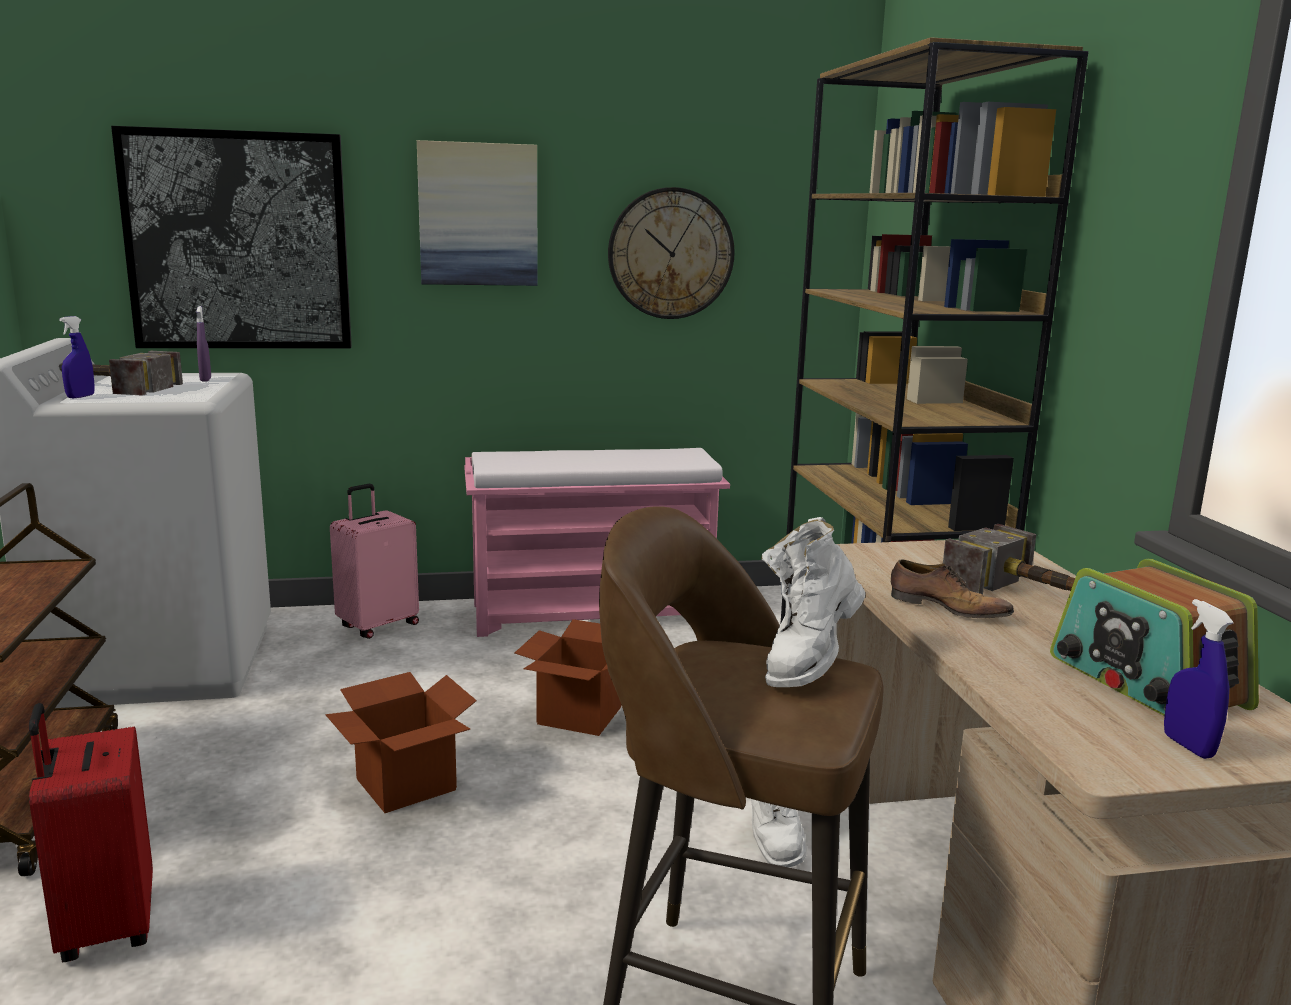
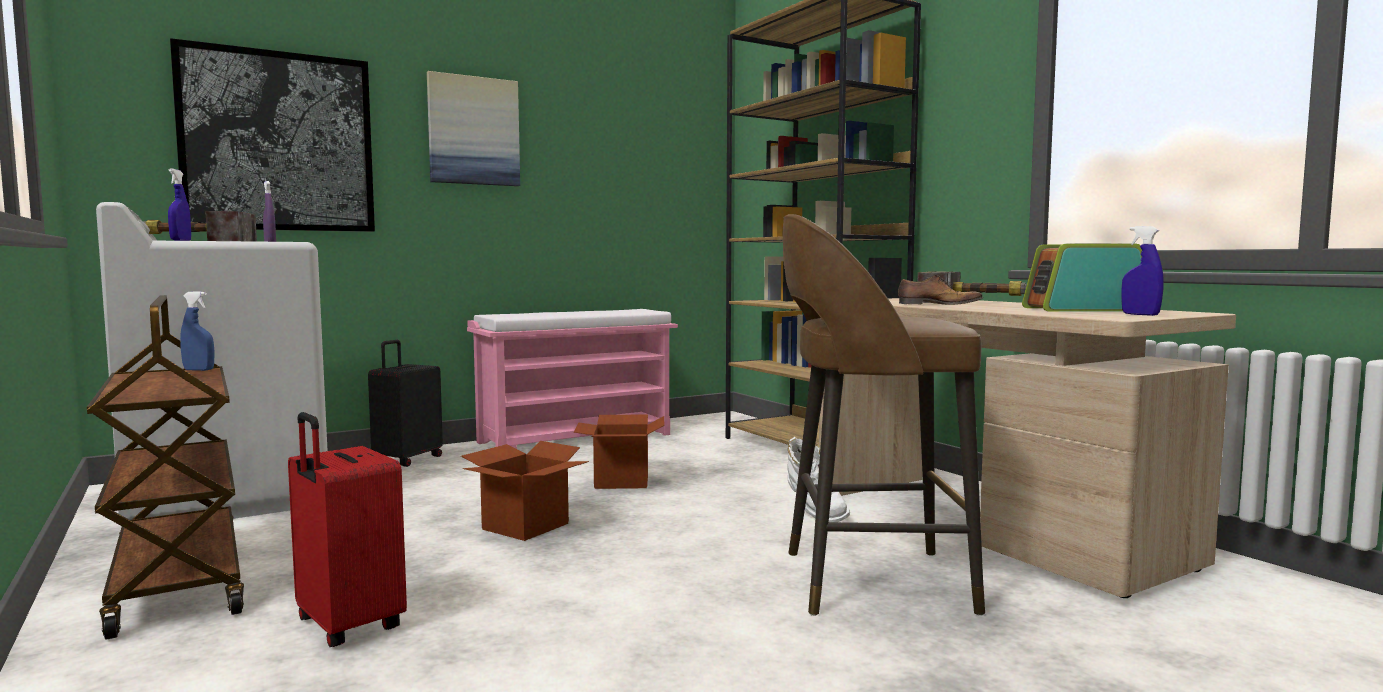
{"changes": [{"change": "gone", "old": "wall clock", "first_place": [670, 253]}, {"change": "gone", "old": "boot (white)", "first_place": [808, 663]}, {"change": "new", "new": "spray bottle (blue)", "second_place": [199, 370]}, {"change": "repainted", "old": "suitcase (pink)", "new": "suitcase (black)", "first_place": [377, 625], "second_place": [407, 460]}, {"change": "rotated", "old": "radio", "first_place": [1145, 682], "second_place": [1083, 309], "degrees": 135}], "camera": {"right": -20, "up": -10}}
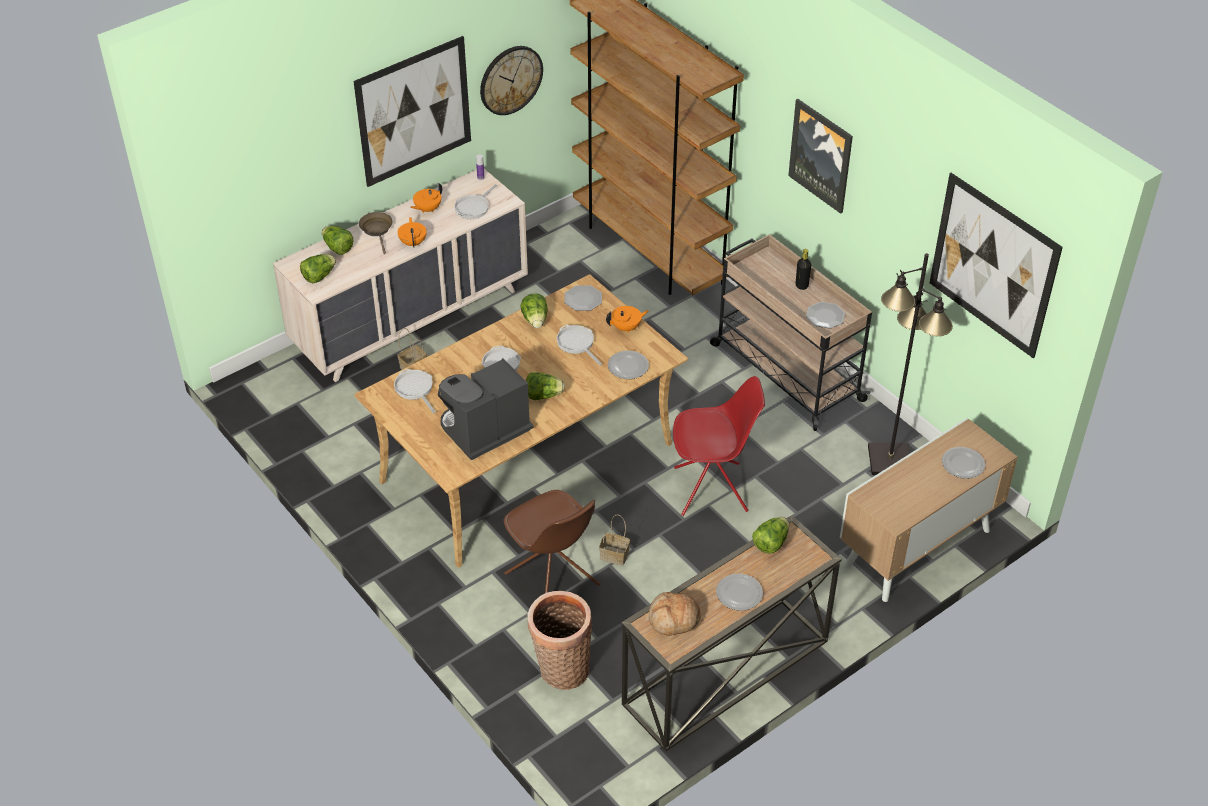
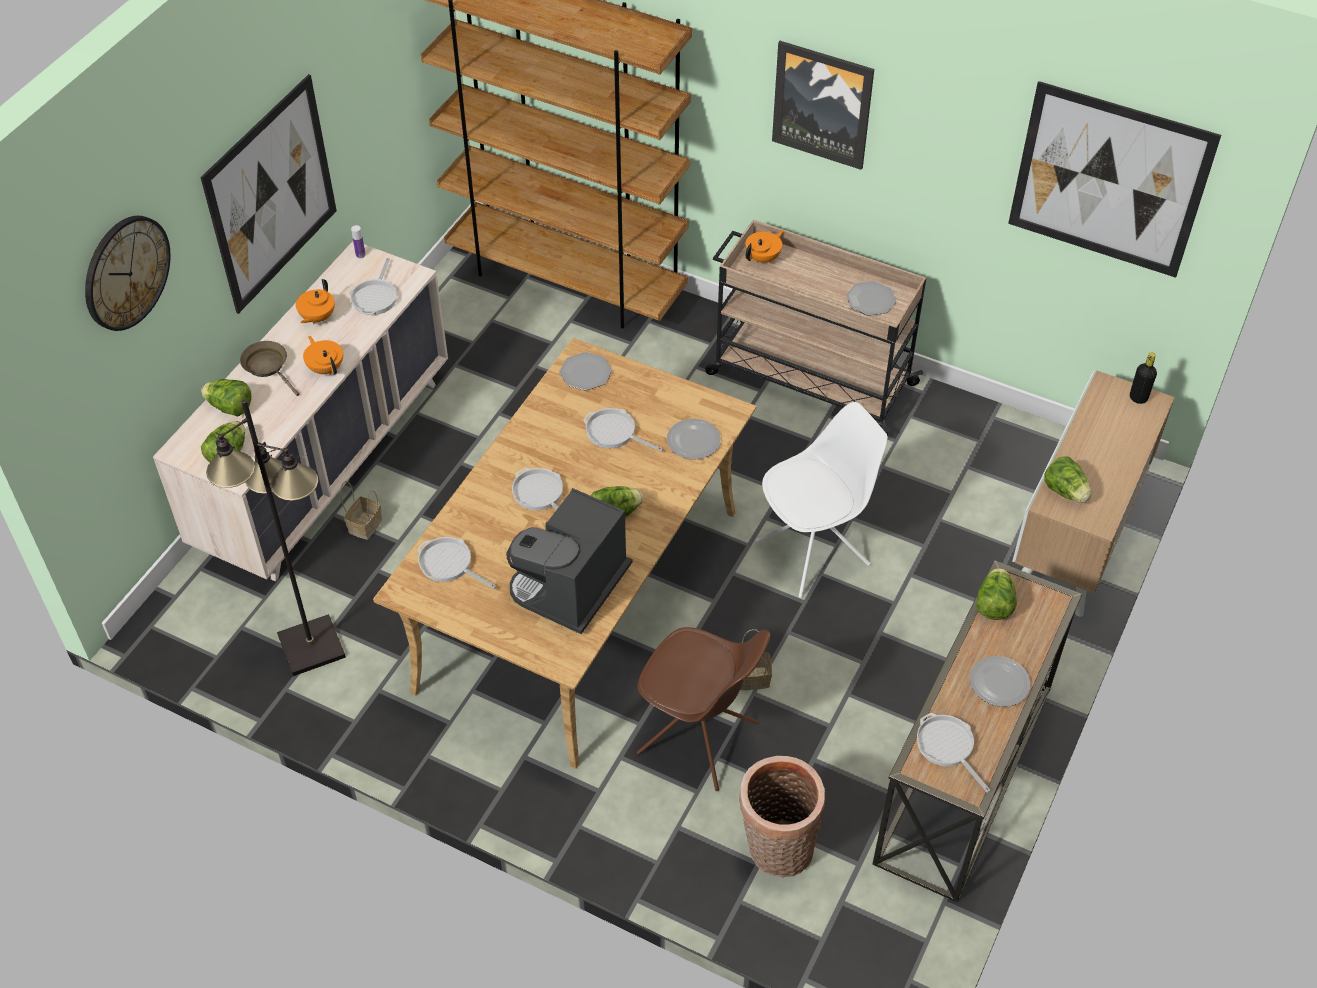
{"changes": [{"change": "gone", "old": "plate", "first_place": [963, 464]}, {"change": "shifted", "old": "wall clock", "first_place": [510, 80], "second_place": [126, 272]}, {"change": "shifted", "old": "lettuce", "first_place": [535, 320], "second_place": [1065, 491]}, {"change": "shifted", "old": "teapot (orange)", "first_place": [626, 327], "second_place": [763, 258]}, {"change": "shifted", "old": "bottle (black)", "first_place": [801, 285], "second_place": [1138, 398]}, {"change": "shifted", "old": "floor lamp (black)", "first_place": [889, 459], "second_place": [310, 646]}, {"change": "swapped", "old": "bread", "new": "frying pan", "first_place": [674, 619], "second_place": [947, 747]}, {"change": "repainted", "old": "chair (red)", "new": "chair (white)", "first_place": [712, 489], "second_place": [814, 552]}], "camera": {"right": -25, "up": 5}}
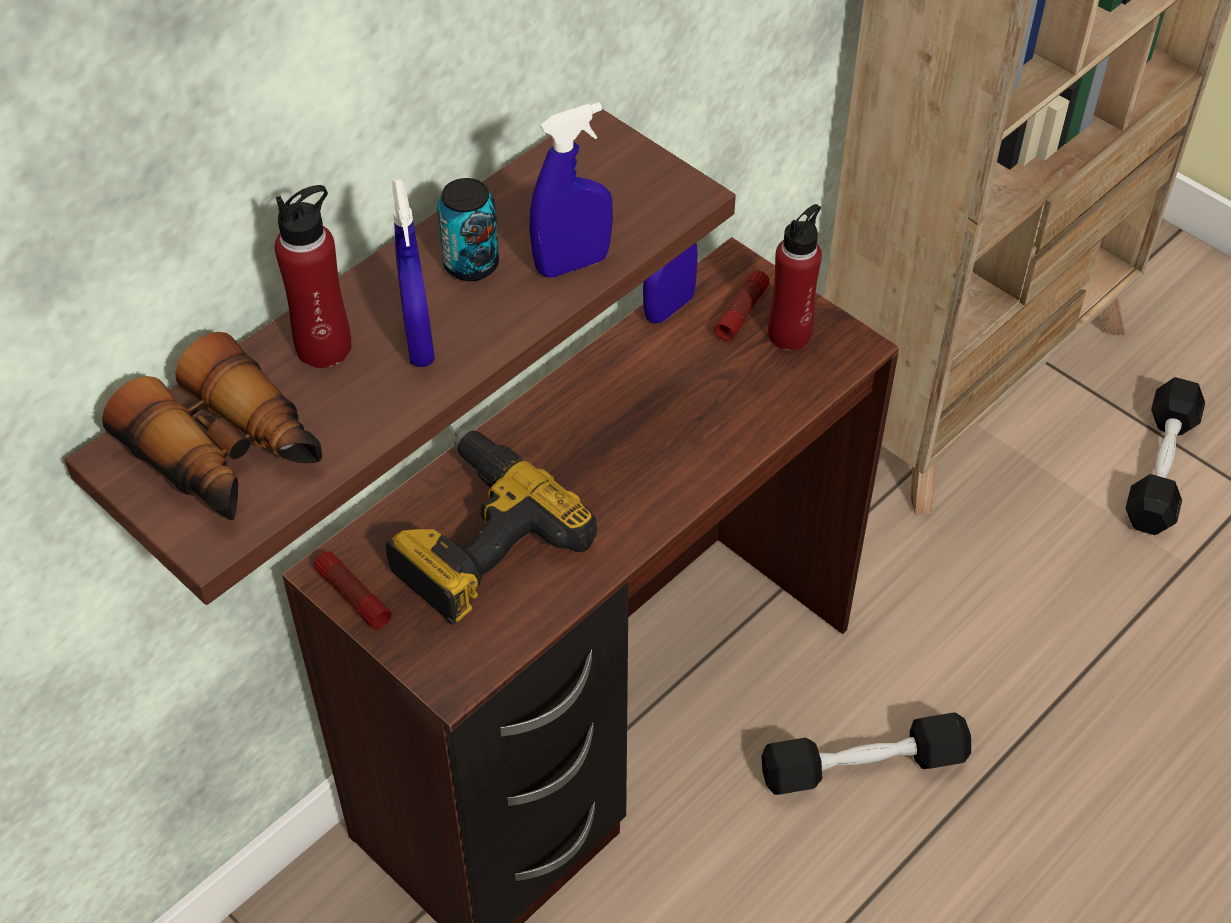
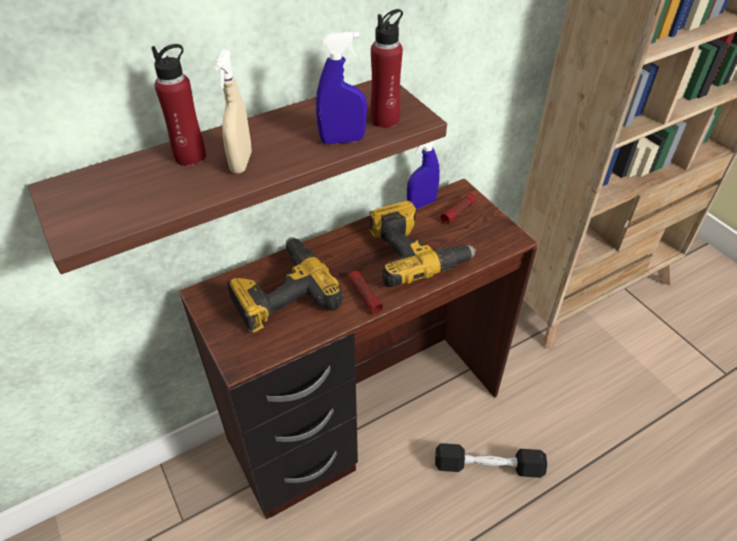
{"changes": [{"change": "gone", "old": "binoculars", "first_place": [228, 455]}, {"change": "gone", "old": "can", "first_place": [471, 264]}, {"change": "gone", "old": "dumbbell (black)", "first_place": [1160, 469]}, {"change": "new", "new": "power drill", "second_place": [415, 253]}, {"change": "shifted", "old": "flashlight", "first_place": [353, 597], "second_place": [364, 296]}, {"change": "shifted", "old": "bottle (red)", "first_place": [789, 334], "second_place": [385, 119]}, {"change": "repainted", "old": "spray bottle (blue)", "new": "spray bottle (beige)", "first_place": [419, 342], "second_place": [241, 162]}], "camera": {"right": 15, "up": -5}}
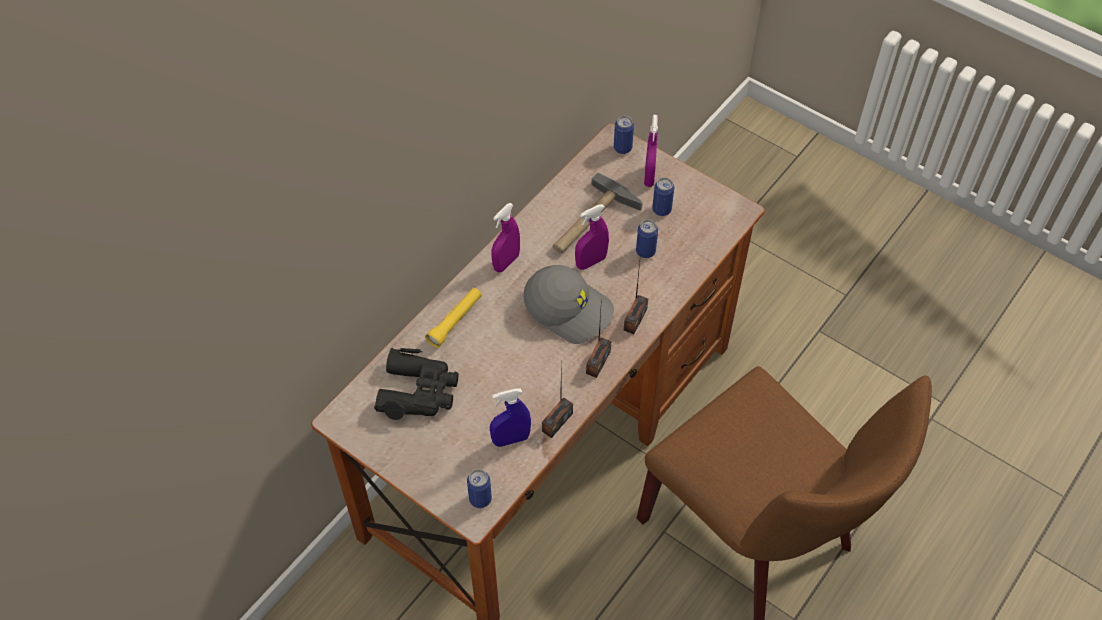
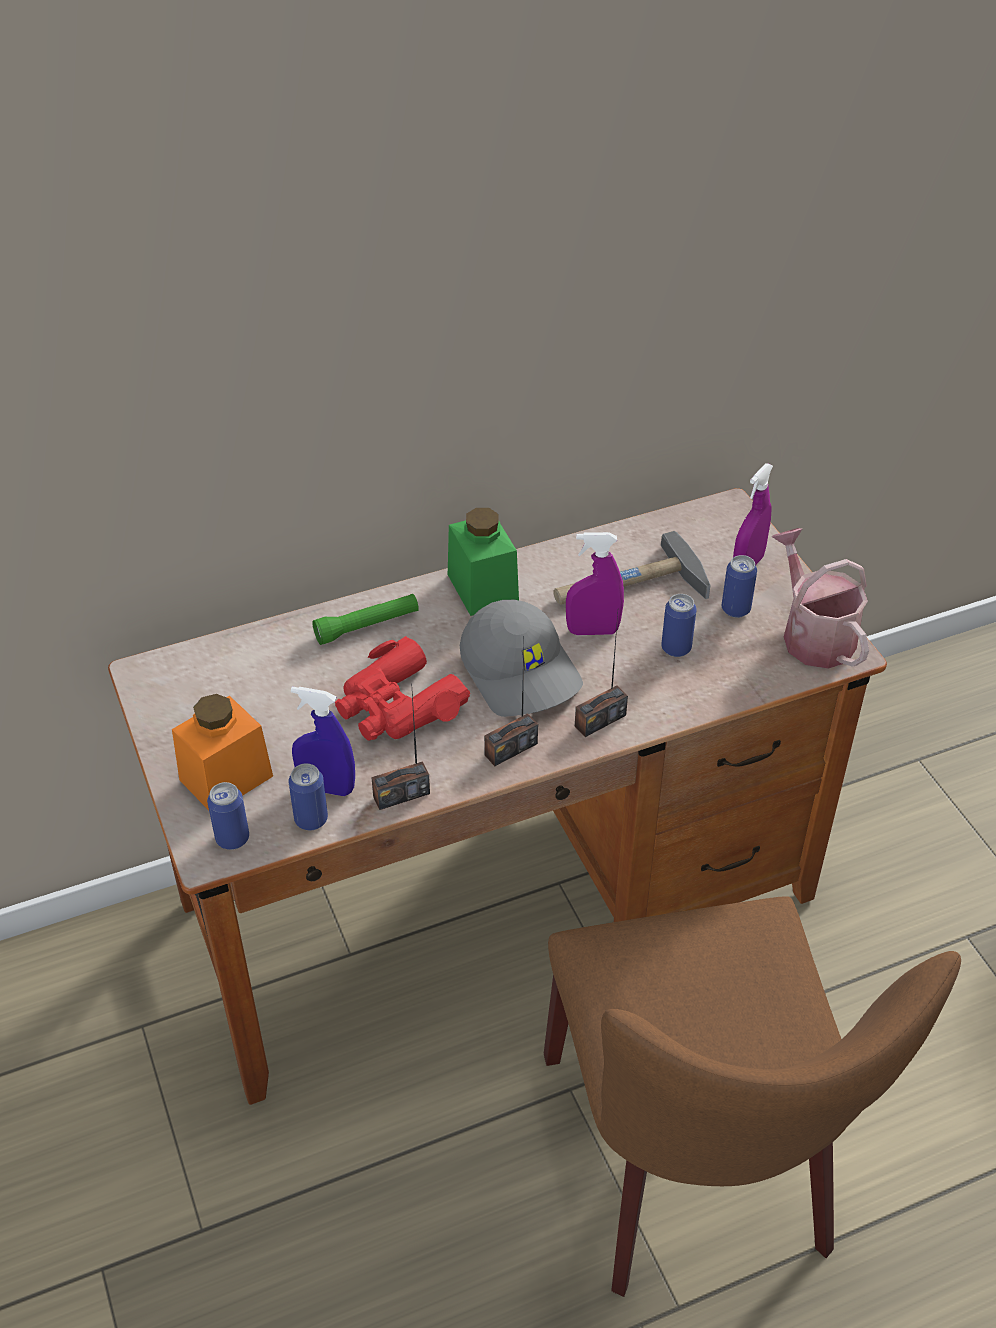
{"changes": [{"change": "gone", "old": "binoculars (black)", "first_place": [419, 391]}, {"change": "new", "new": "jar (orange)", "second_place": [226, 778]}, {"change": "new", "new": "binoculars (red)", "second_place": [397, 706]}, {"change": "new", "new": "watering can", "second_place": [813, 634]}, {"change": "shifted", "old": "can", "first_place": [622, 148], "second_place": [311, 819]}, {"change": "swapped", "old": "spray bottle (purple)", "new": "jar (green)", "first_place": [506, 262], "second_place": [482, 588]}, {"change": "repainted", "old": "flashlight (yellow)", "new": "flashlight (green)", "first_place": [455, 321], "second_place": [367, 626]}], "camera": {"right": 30, "up": -10}}
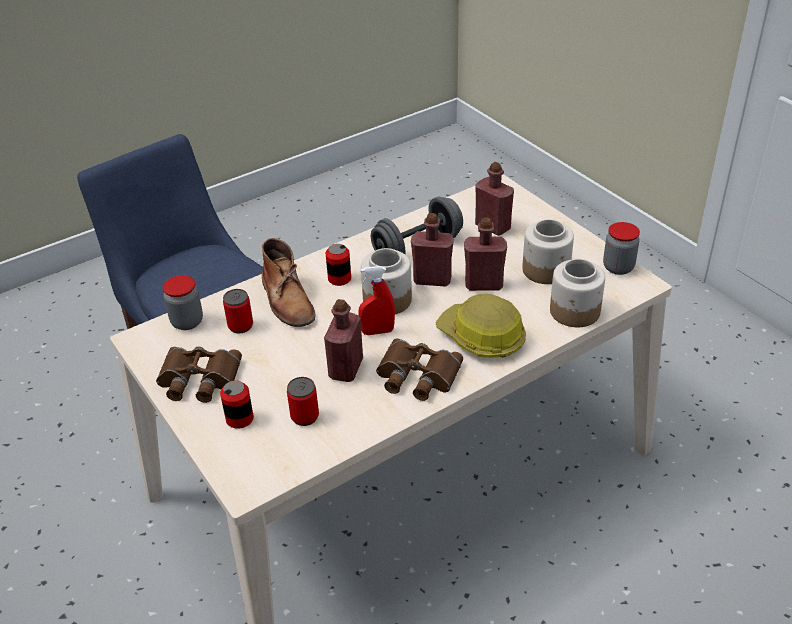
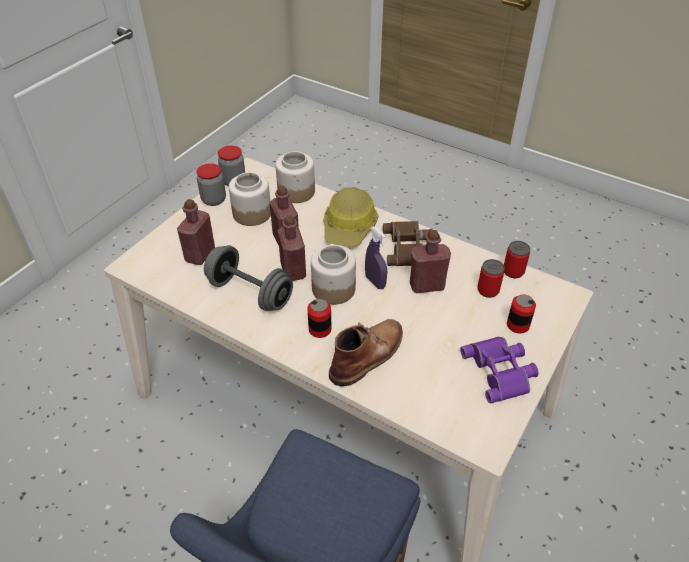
{"changes": [{"change": "shifted", "old": "jar", "first_place": [187, 322], "second_place": [214, 200]}, {"change": "shifted", "old": "can", "first_place": [240, 326], "second_place": [513, 271]}, {"change": "repainted", "old": "binoculars (brown)", "new": "binoculars (purple)", "first_place": [198, 380], "second_place": [501, 371]}, {"change": "repainted", "old": "spray bottle (red)", "new": "spray bottle (purple)", "first_place": [377, 331], "second_place": [375, 282]}], "camera": {"right": -115, "up": 5}}
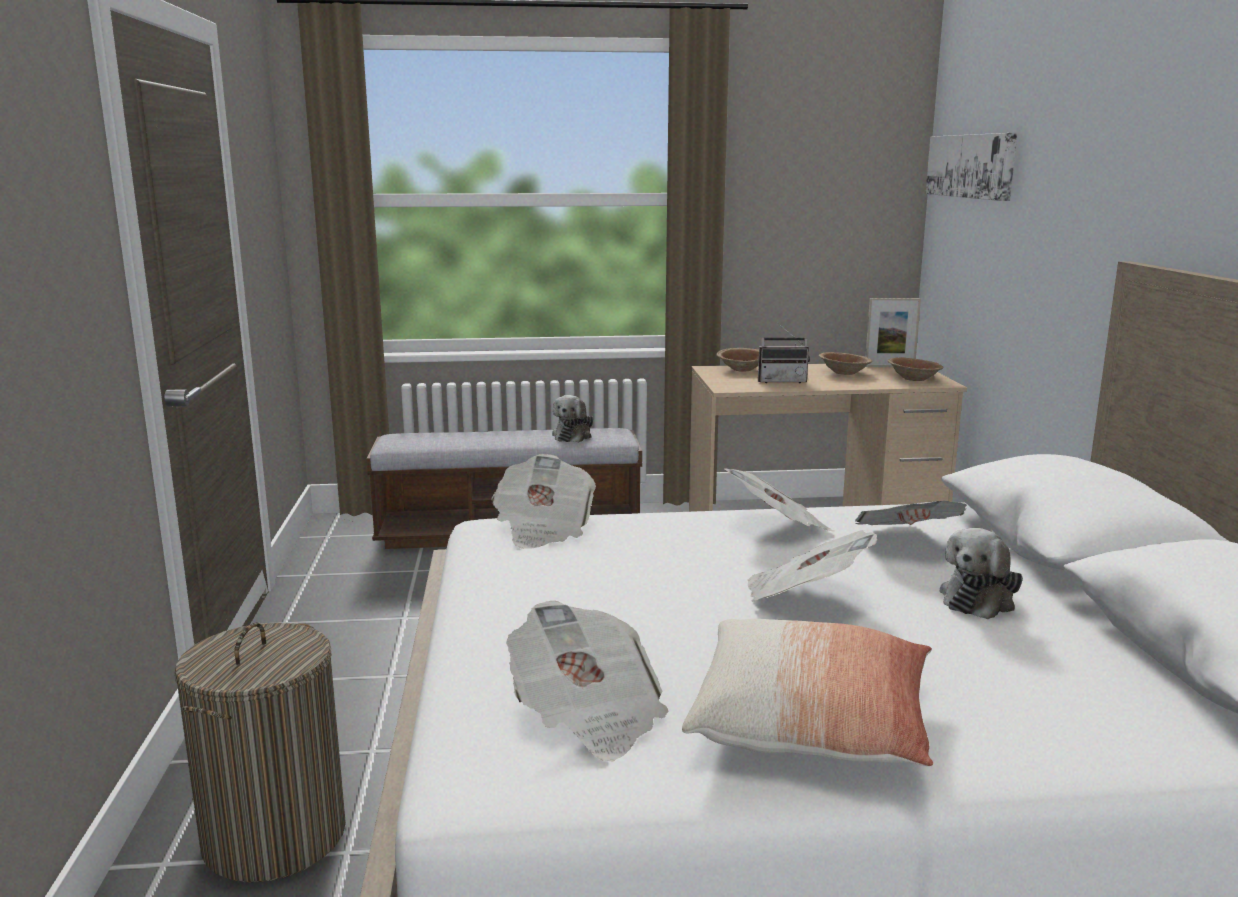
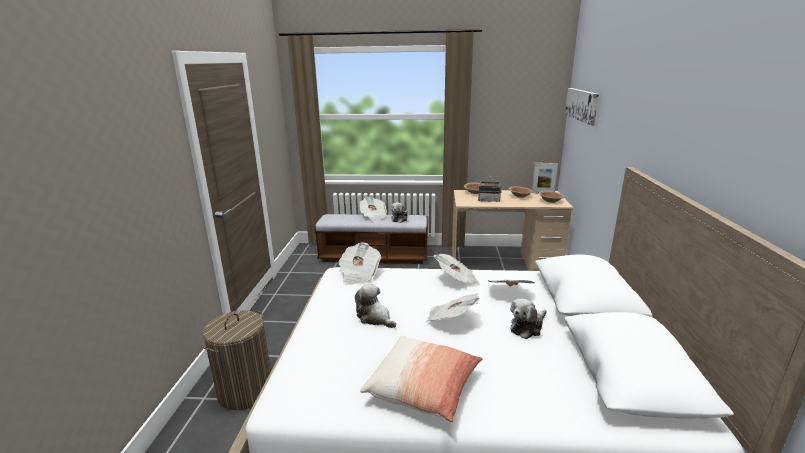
{"changes": [{"change": "new", "new": "plush toy", "second_place": [375, 318]}, {"change": "shifted", "old": "newspaper", "first_place": [587, 716], "second_place": [373, 216]}], "camera": {"right": 10, "up": 5}}
